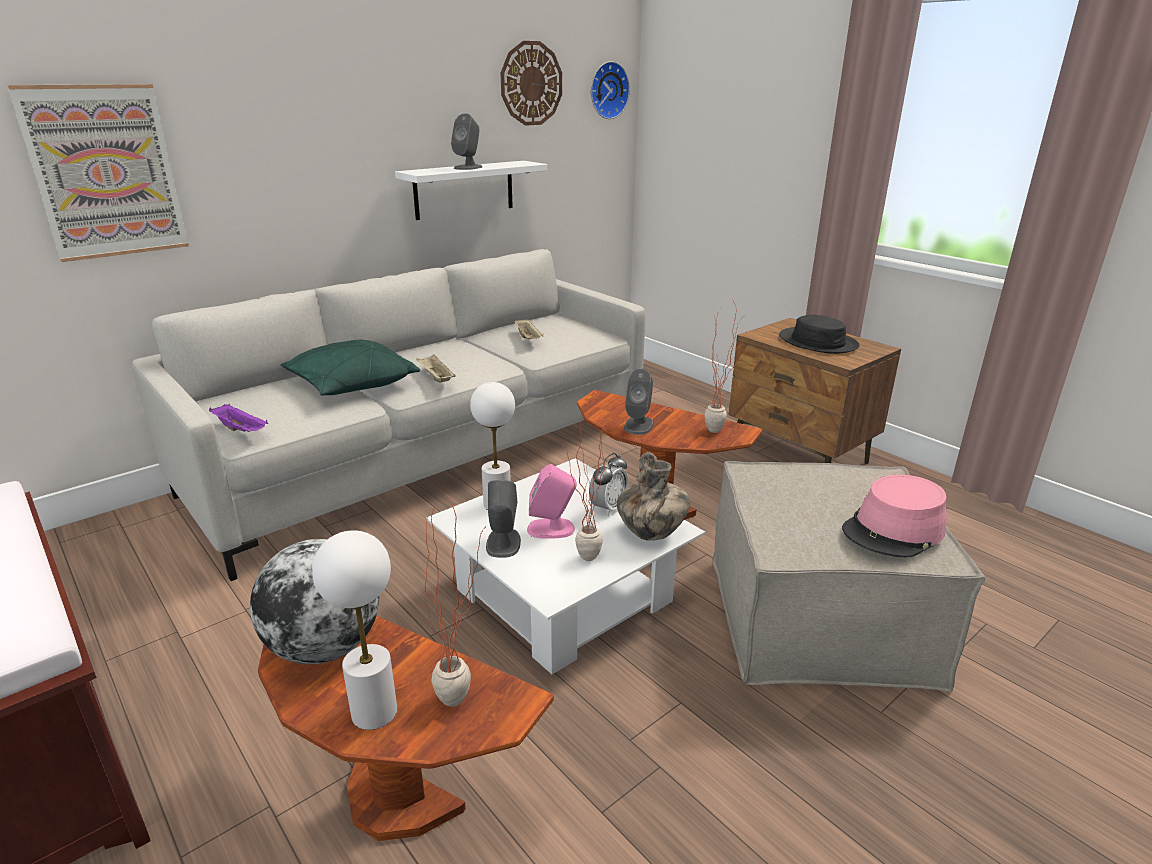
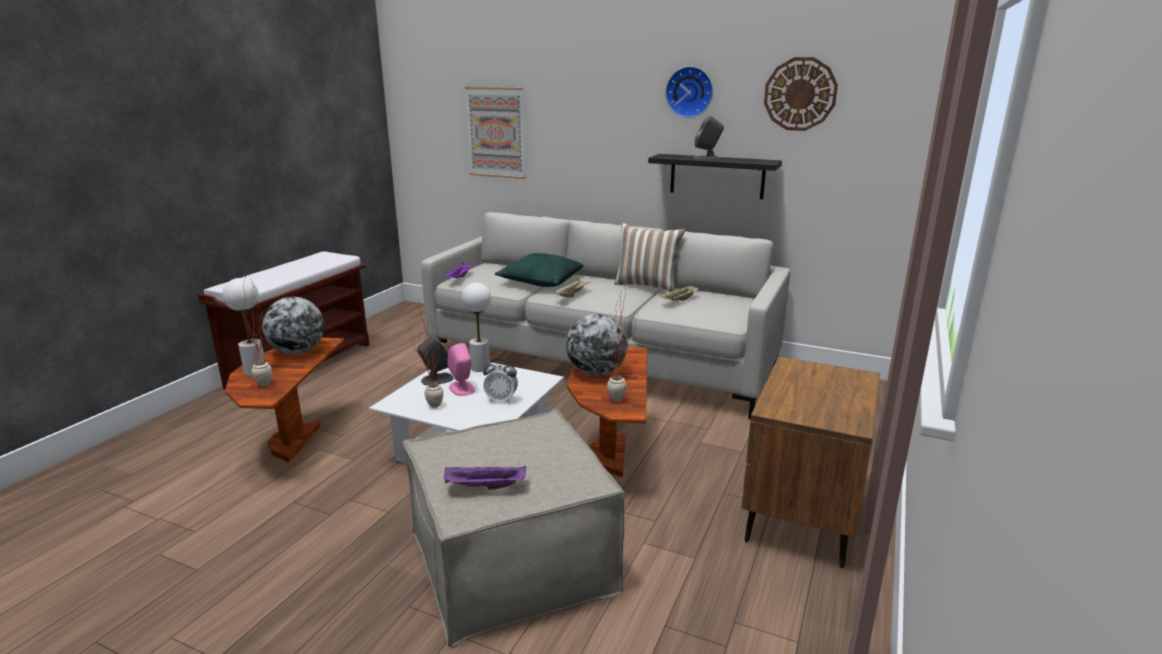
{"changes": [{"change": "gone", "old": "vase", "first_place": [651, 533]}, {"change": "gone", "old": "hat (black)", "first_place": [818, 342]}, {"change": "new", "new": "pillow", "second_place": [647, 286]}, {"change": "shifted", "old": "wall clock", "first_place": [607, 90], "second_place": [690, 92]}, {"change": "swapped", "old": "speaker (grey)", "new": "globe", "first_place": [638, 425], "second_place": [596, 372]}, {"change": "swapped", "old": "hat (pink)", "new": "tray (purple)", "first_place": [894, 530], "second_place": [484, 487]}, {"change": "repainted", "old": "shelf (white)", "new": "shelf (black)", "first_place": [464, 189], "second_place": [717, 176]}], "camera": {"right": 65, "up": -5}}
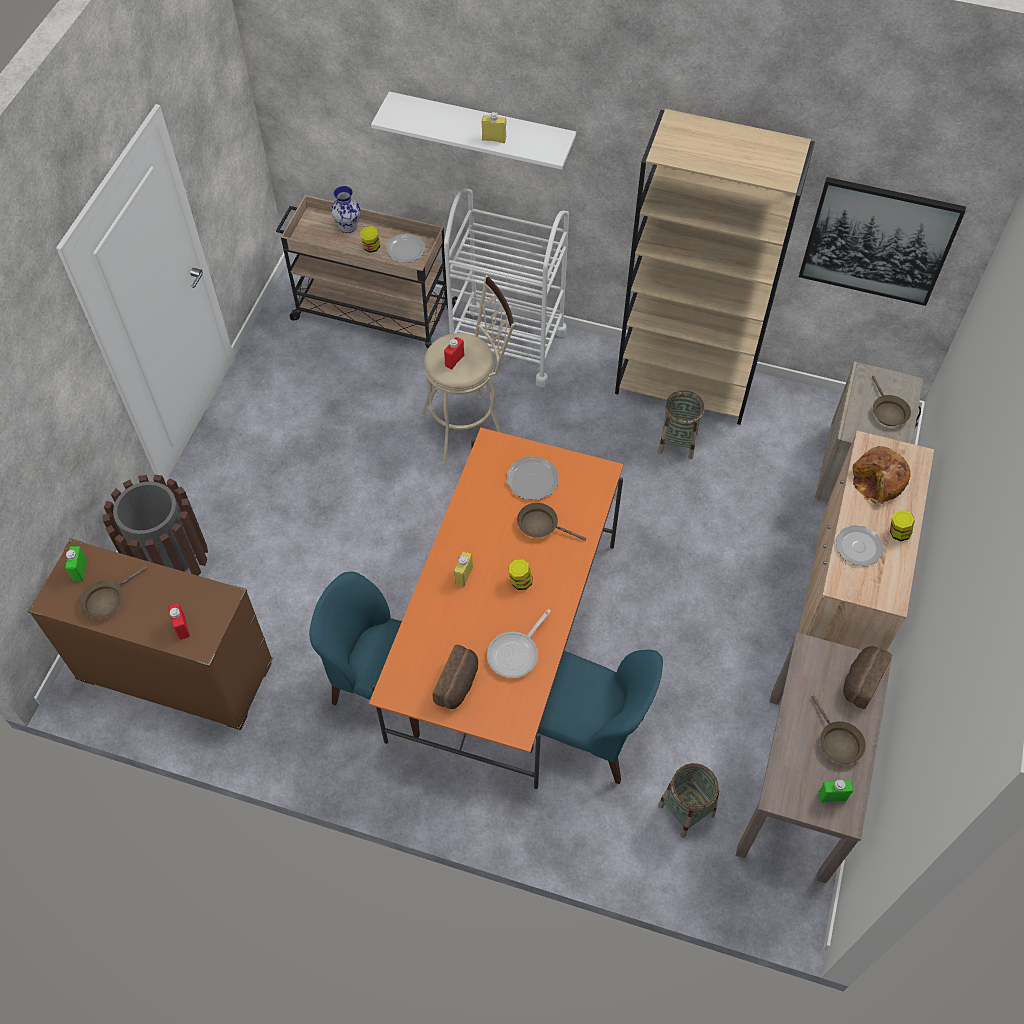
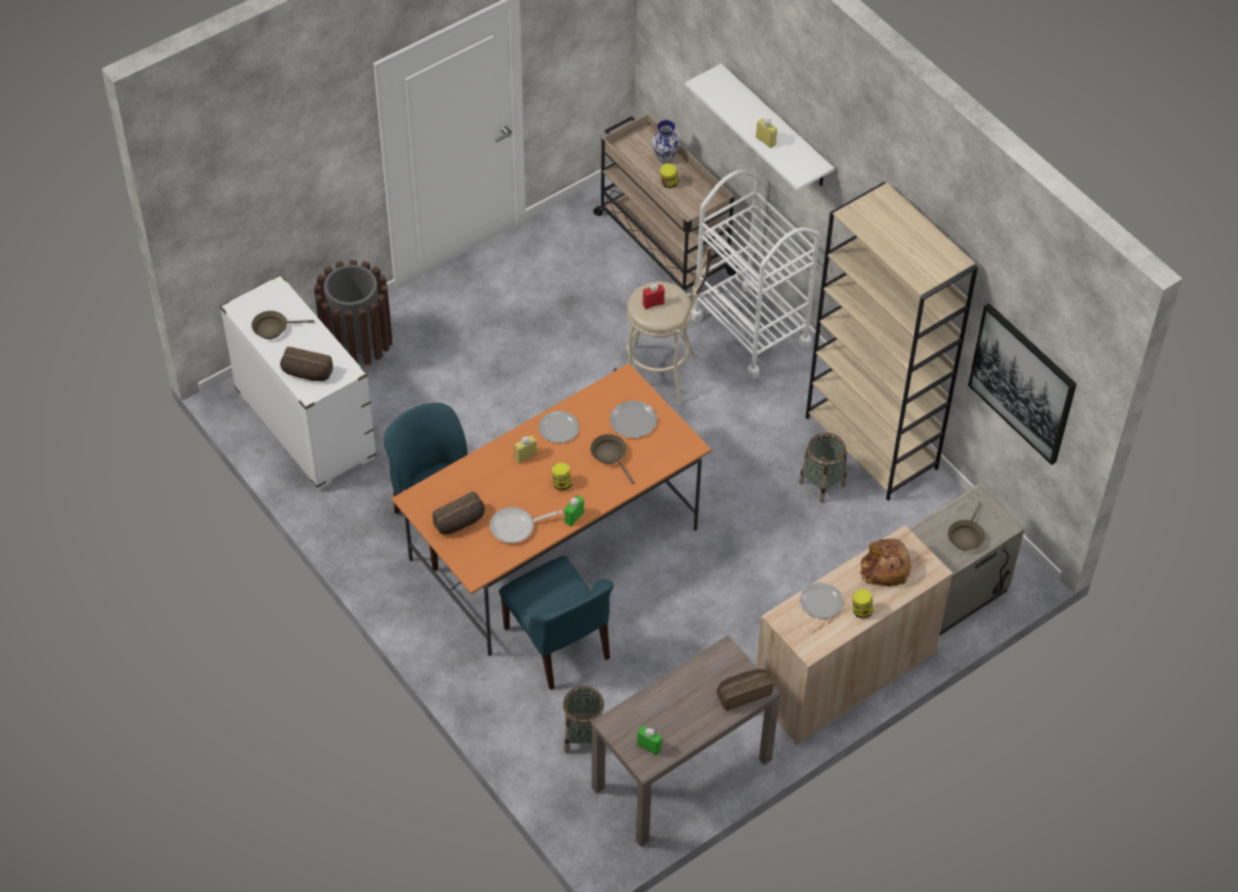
{"changes": [{"change": "gone", "old": "frying pan (brown)", "first_place": [837, 742]}, {"change": "shifted", "old": "bottle (green)", "first_place": [80, 570], "second_place": [574, 517]}, {"change": "shifted", "old": "plate", "first_place": [405, 250], "second_place": [558, 428]}, {"change": "swapped", "old": "bottle (red)", "new": "bread", "first_place": [182, 627], "second_place": [306, 374]}, {"change": "repainted", "old": "dresser (brown)", "new": "dresser (white)", "first_place": [176, 672], "second_place": [305, 425]}], "camera": {"right": 35, "up": -5}}
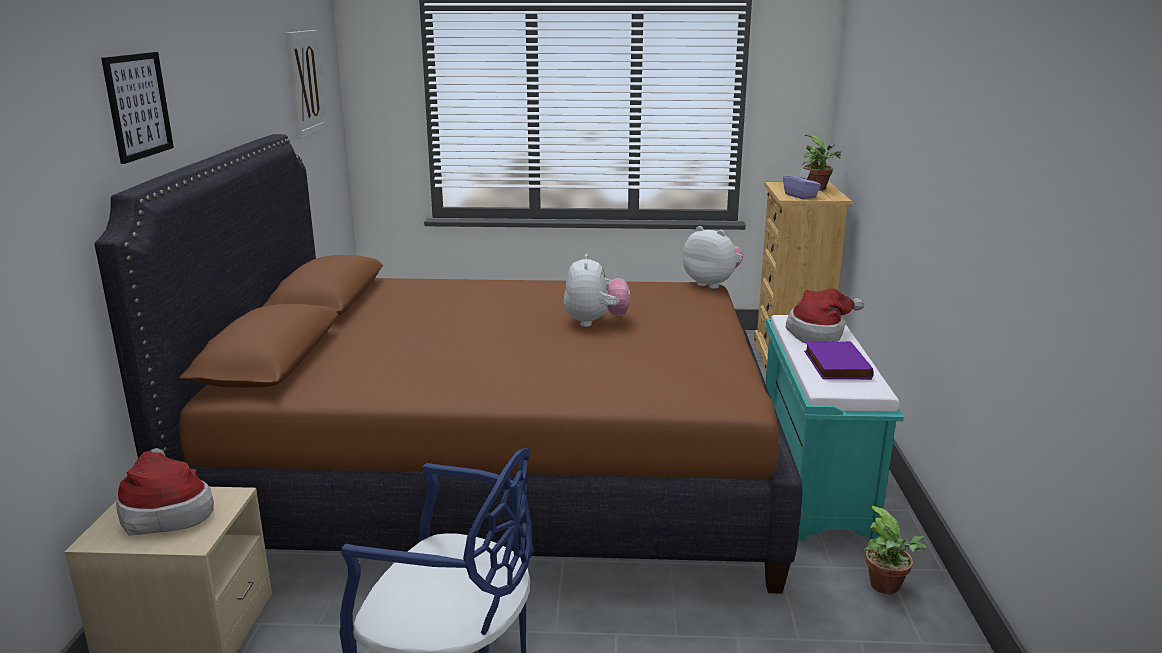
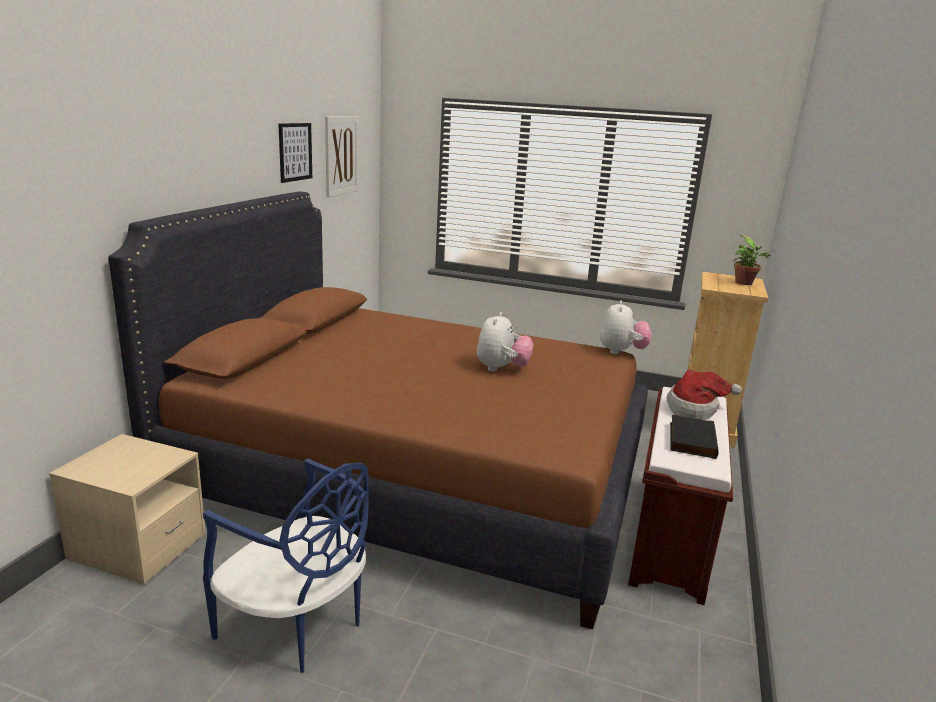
{"changes": [{"change": "gone", "old": "hat", "first_place": [166, 512]}, {"change": "gone", "old": "tissue box (purple)", "first_place": [800, 196]}, {"change": "gone", "old": "potted plant", "first_place": [888, 588]}, {"change": "shifted", "old": "picture", "first_place": [138, 106], "second_place": [295, 152]}, {"change": "repainted", "old": "bench (turquoise)", "new": "bench (brown)", "first_place": [812, 481], "second_place": [669, 536]}, {"change": "repainted", "old": "book (purple)", "new": "book (black)", "first_place": [834, 365], "second_place": [690, 439]}, {"change": "rotated", "old": "plush toy", "first_place": [712, 284], "second_place": [621, 352], "degrees": 45}], "camera": {"right": 15, "up": 0}}
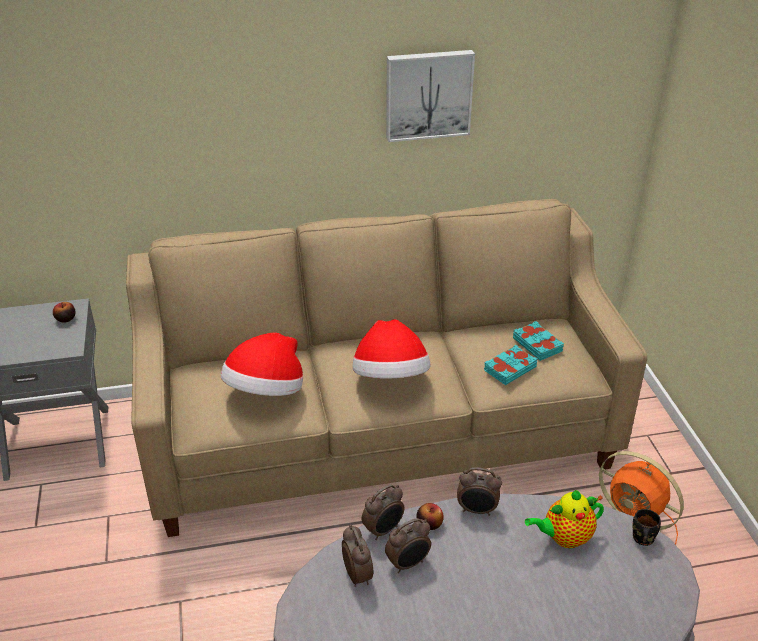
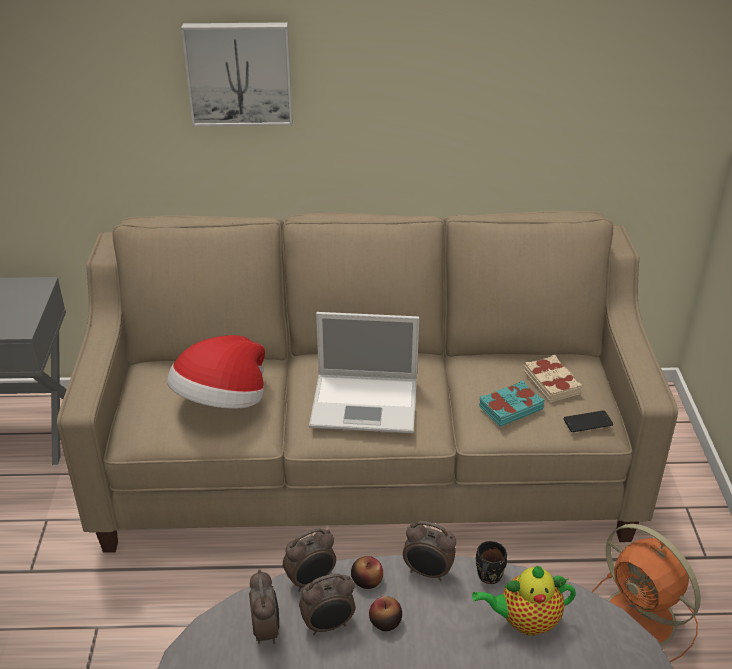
{"changes": [{"change": "new", "new": "phone", "second_place": [588, 422]}, {"change": "shifted", "old": "apple", "first_place": [65, 319], "second_place": [385, 622]}, {"change": "shifted", "old": "picture", "first_place": [428, 94], "second_place": [239, 73]}, {"change": "shifted", "old": "mug (black)", "first_place": [641, 539], "second_place": [487, 576]}, {"change": "swapped", "old": "hat", "new": "laptop", "first_place": [390, 378], "second_place": [367, 403]}, {"change": "repainted", "old": "book (turquoise)", "new": "book (beige)", "first_place": [537, 344], "second_place": [552, 383]}], "camera": {"right": 10, "up": 0}}
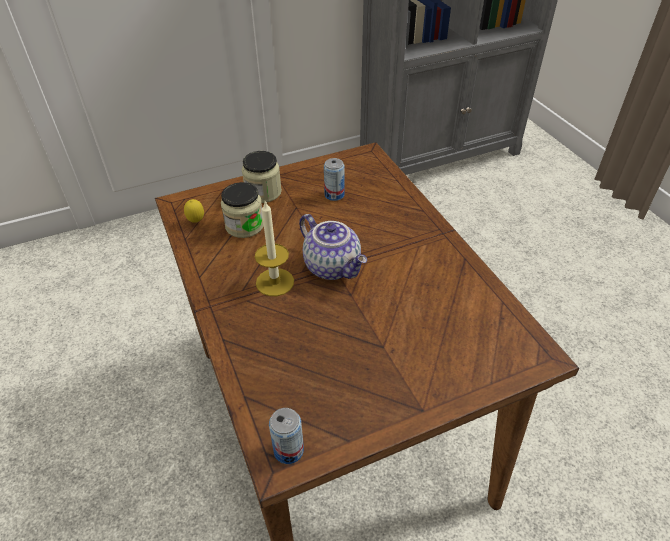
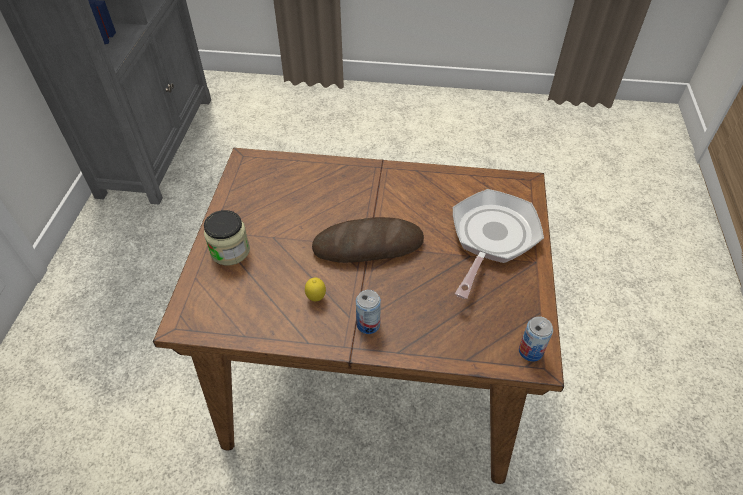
{"changes": [{"change": "gone", "old": "jar", "first_place": [244, 226]}, {"change": "gone", "old": "candle", "first_place": [275, 282]}, {"change": "new", "new": "frying pan", "second_place": [491, 238]}, {"change": "shifted", "old": "lemon", "first_place": [196, 222], "second_place": [316, 298]}, {"change": "shifted", "old": "can", "first_place": [334, 195], "second_place": [368, 324]}, {"change": "swapped", "old": "teapot", "new": "bread", "first_place": [333, 266], "second_place": [368, 245]}], "camera": {"right": -60, "up": 5}}
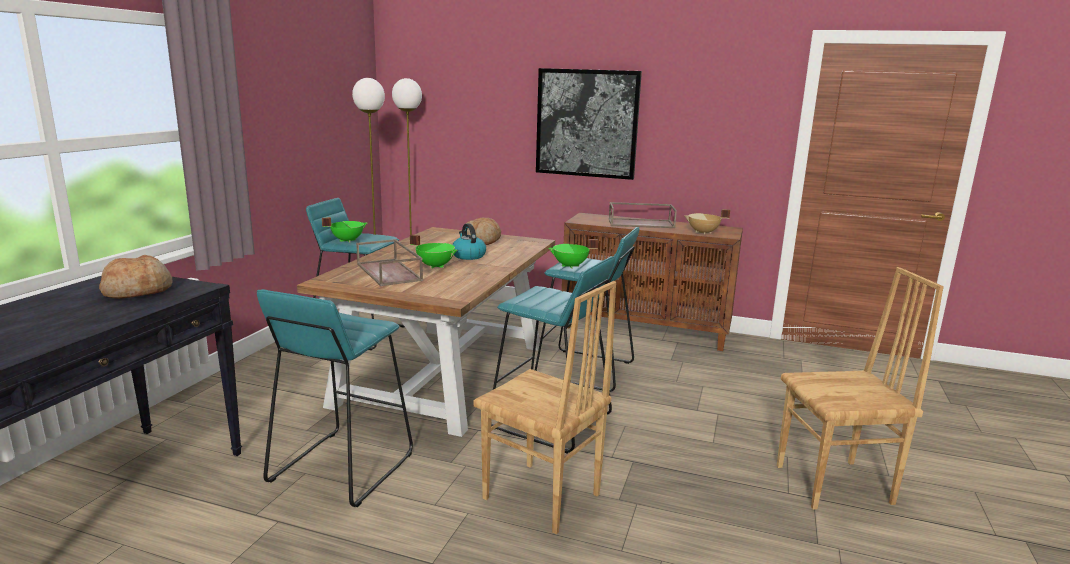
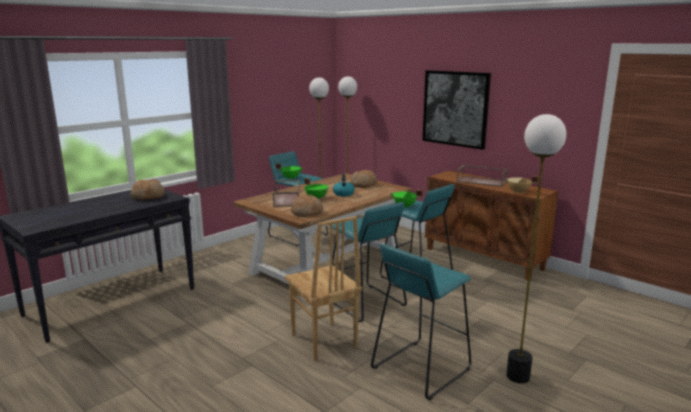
{"changes": [{"change": "new", "new": "bread", "second_place": [307, 213]}, {"change": "shifted", "old": "stool (turquoise)", "first_place": [341, 468], "second_place": [420, 369]}, {"change": "swapped", "old": "chair (brown)", "new": "floor lamp", "first_place": [835, 485], "second_place": [518, 376]}], "camera": {"right": 25, "up": 0}}
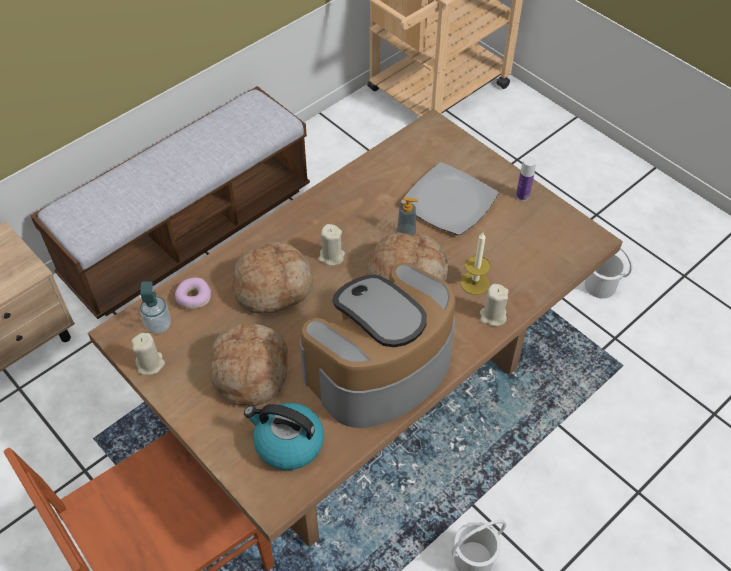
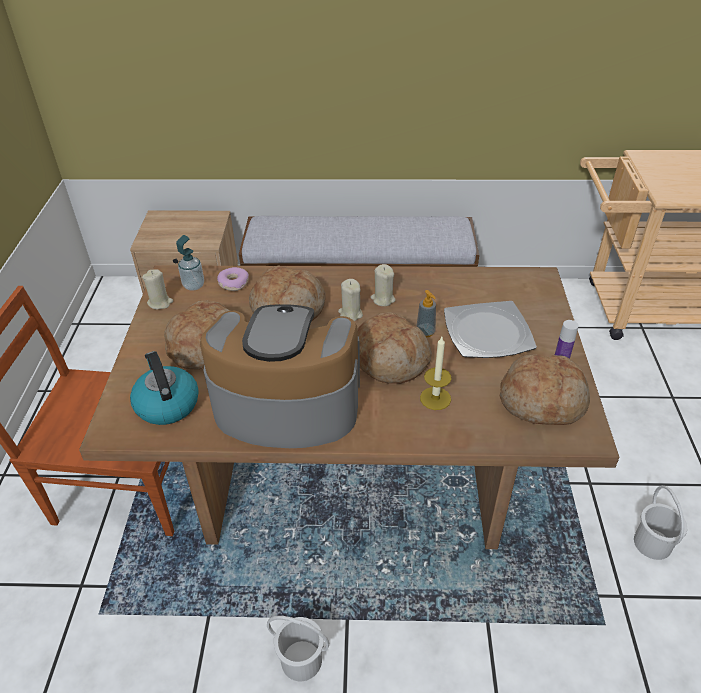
{"changes": [{"change": "new", "new": "bread", "second_place": [543, 400]}, {"change": "shifted", "old": "candle (beige)", "first_place": [493, 316], "second_place": [383, 299]}], "camera": {"right": 45, "up": -10}}
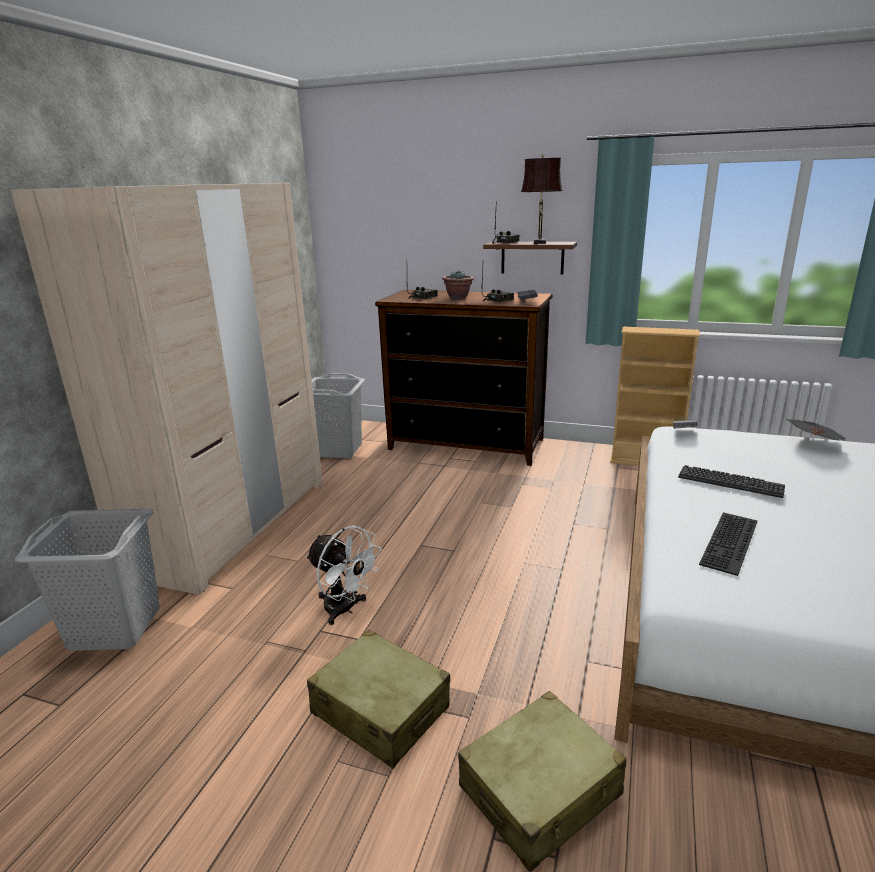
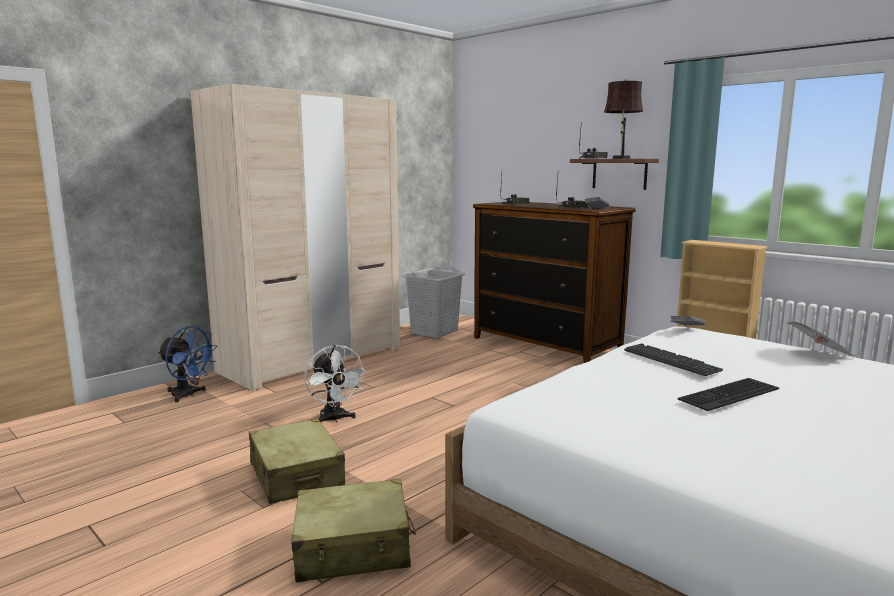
{"changes": [{"change": "gone", "old": "potted plant", "first_place": [458, 297]}, {"change": "shifted", "old": "keyboard", "first_place": [731, 543], "second_place": [730, 395]}, {"change": "swapped", "old": "laundry basket (grey)", "new": "fan (blue)", "first_place": [115, 627], "second_place": [188, 395]}], "camera": {"right": 25, "up": -10}}
